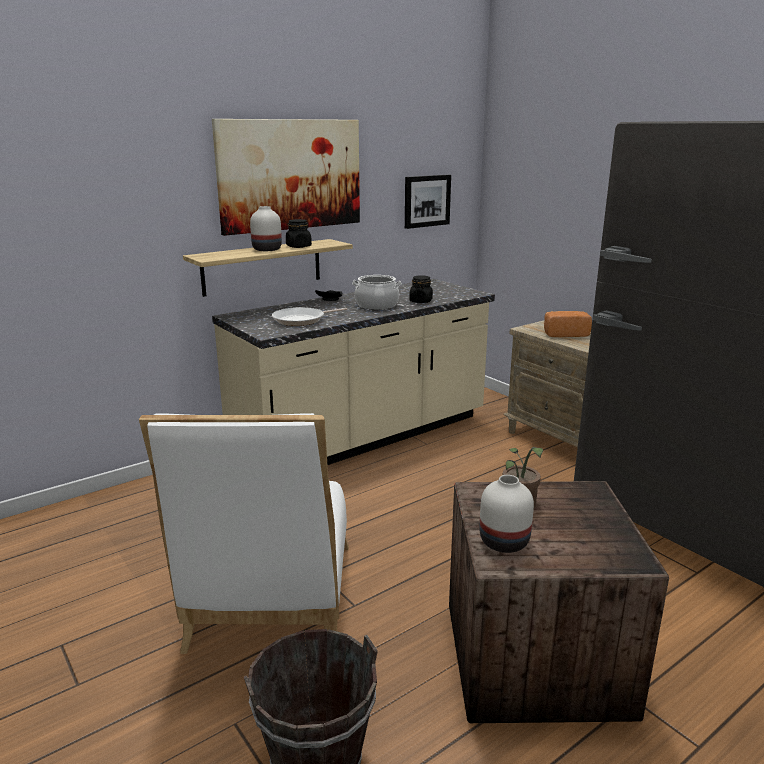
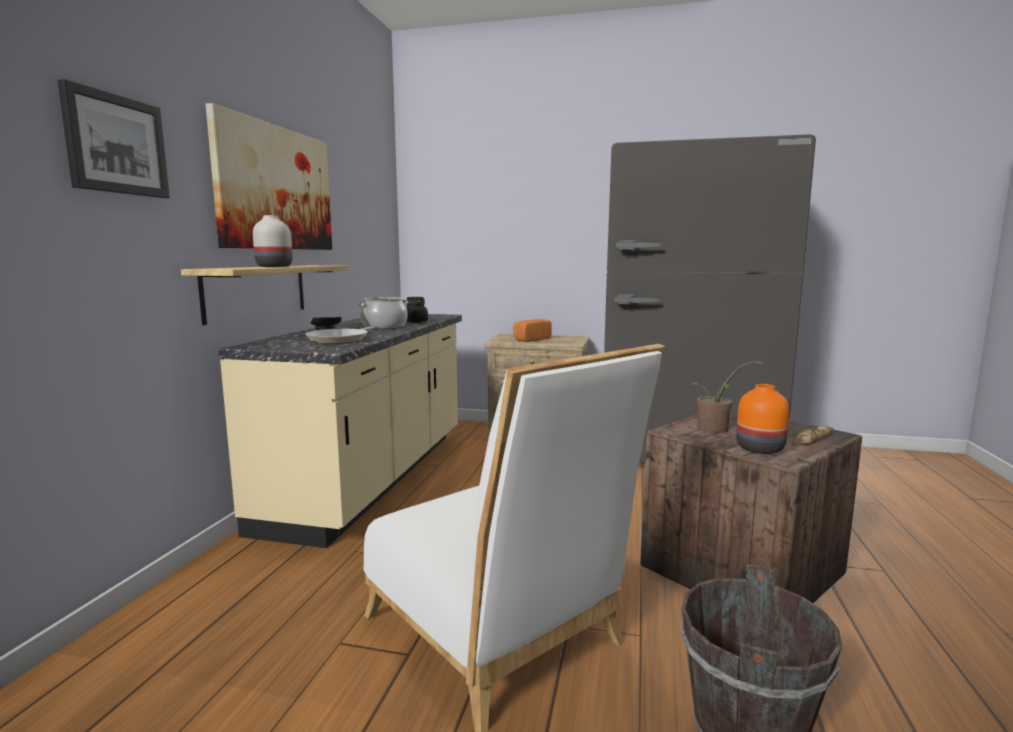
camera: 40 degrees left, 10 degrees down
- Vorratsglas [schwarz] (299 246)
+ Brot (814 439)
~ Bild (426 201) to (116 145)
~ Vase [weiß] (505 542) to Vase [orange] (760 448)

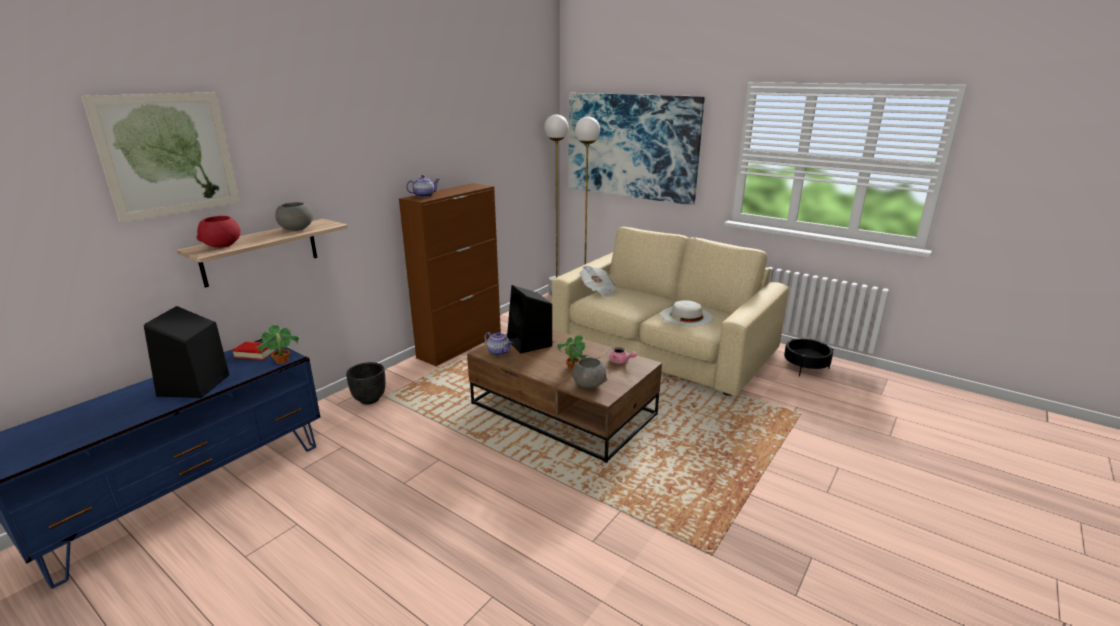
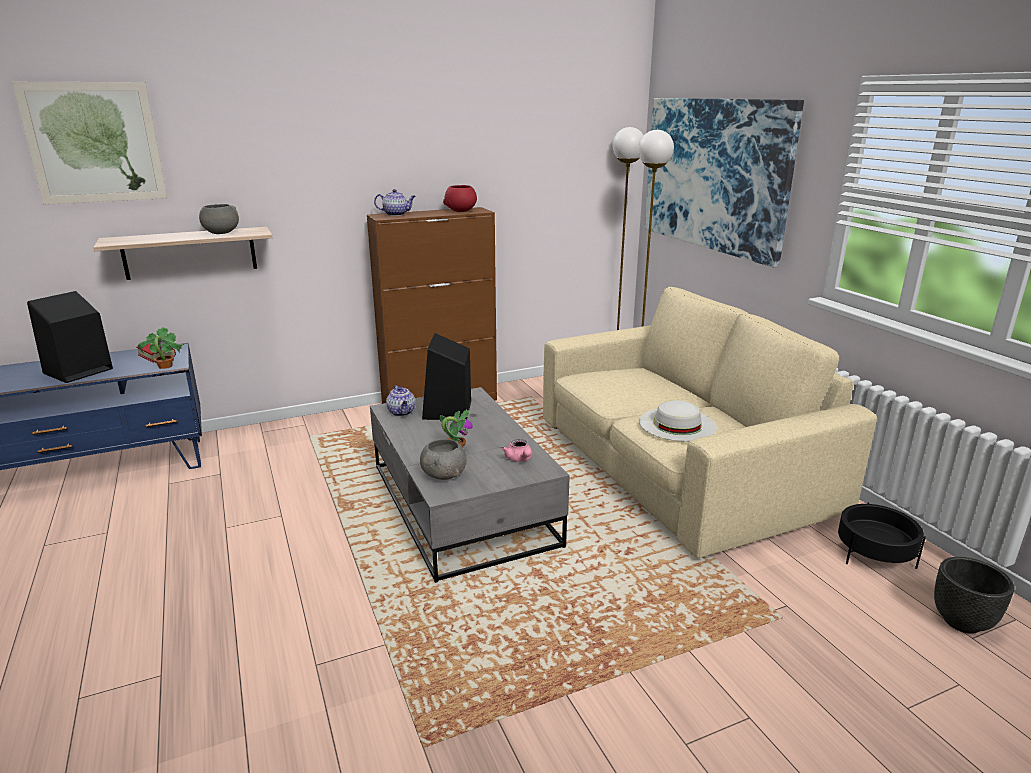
camera: 30 degrees right, 0 degrees up
- Zeitung (598 291)
~ Schüssel [rot] (222 245) to (461 211)
~ Pflanzkübel [schwarz] (369 399) to (961 622)
~ Couchtisch [braun] (564 410) to Couchtisch [grau] (463 505)

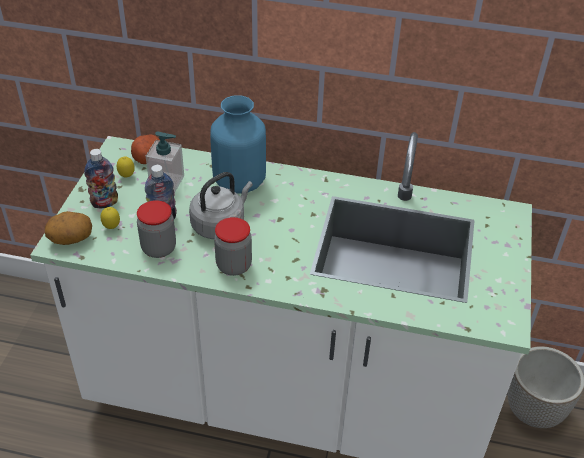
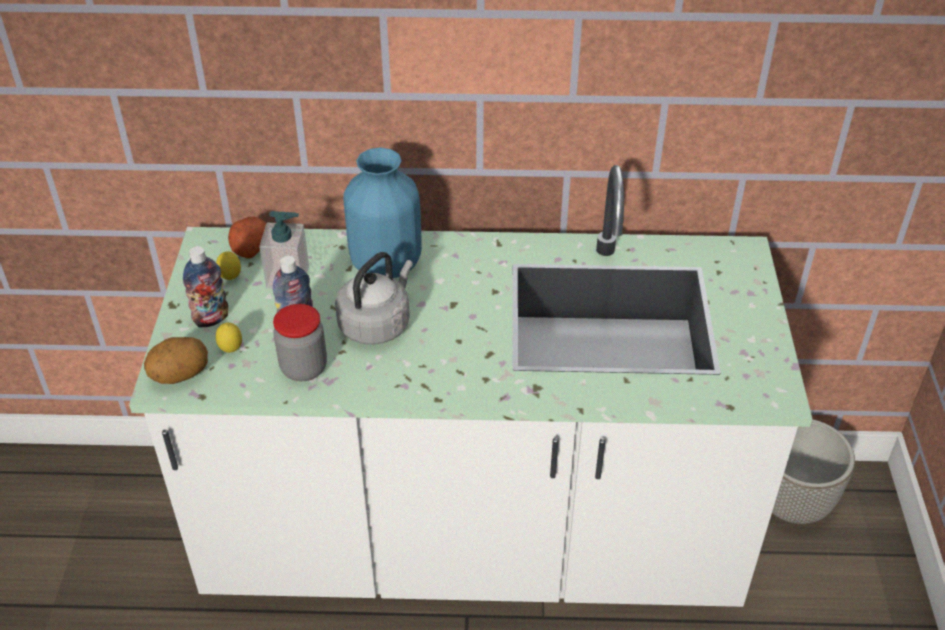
camera: 10 degrees left, 0 degrees up
- Vorratsglas (234 265)

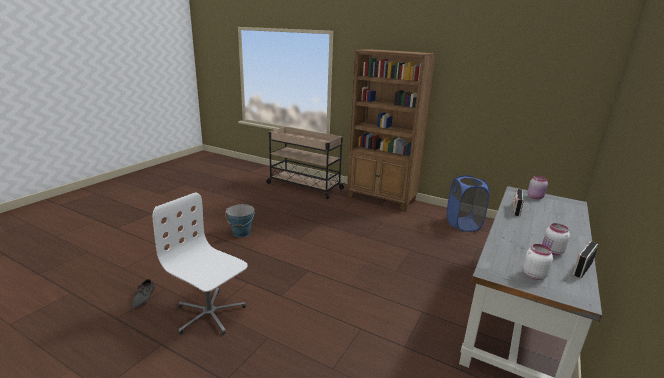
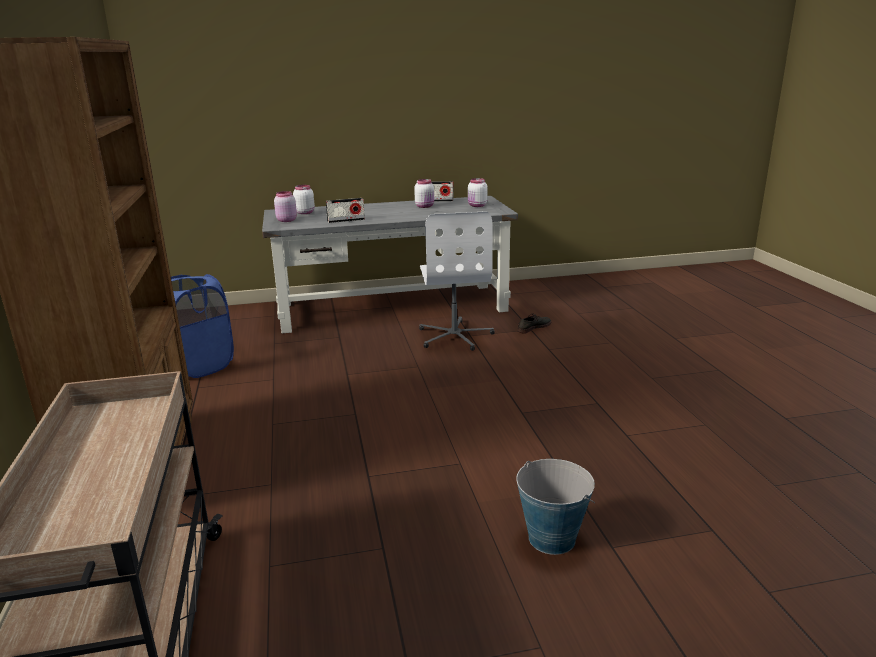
camera: 130 degrees left, 0 degrees up
+ Vorratsglas [weiß] (305 212)
~ Schuh [grau] (144 297) to (534 327)
~ Bürostuhl [weiß] (209 314) to (455 336)

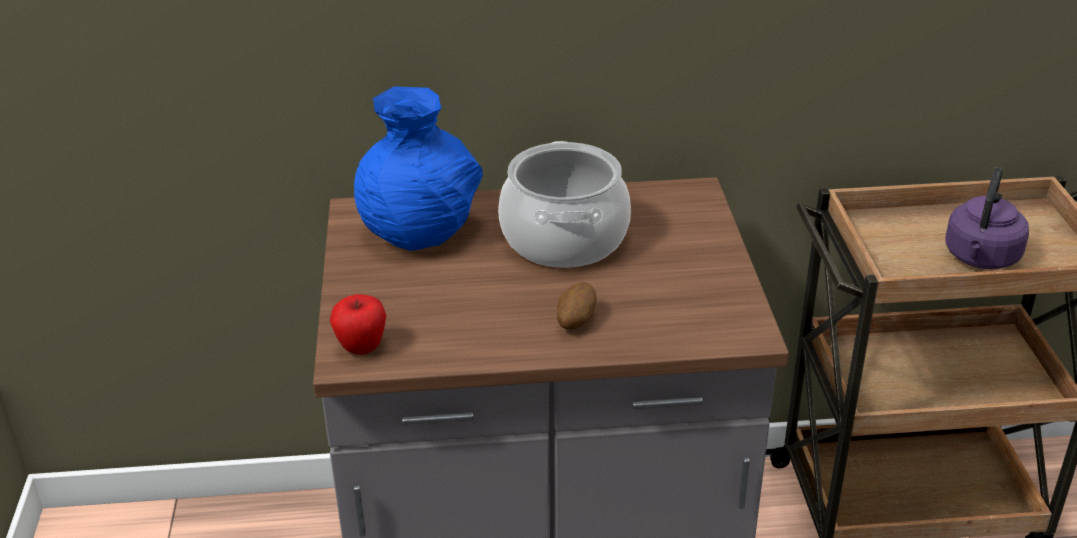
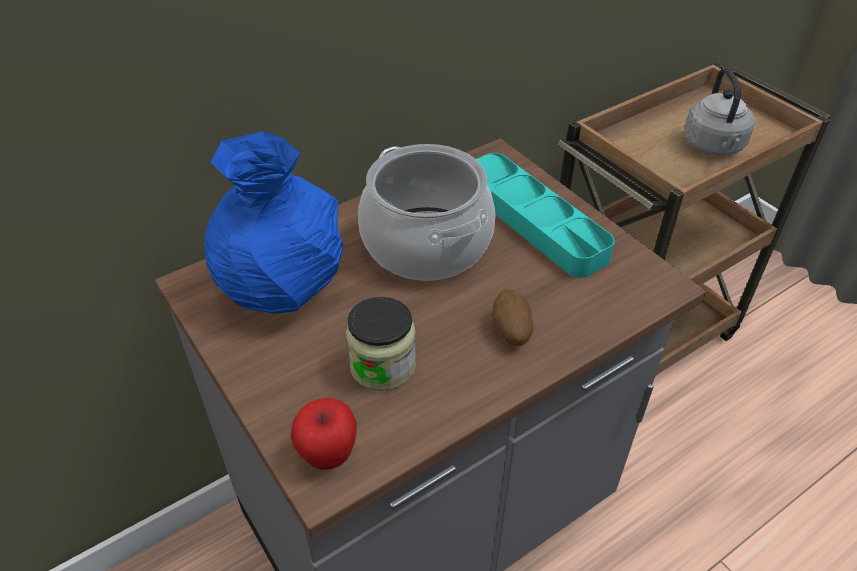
camera: 30 degrees left, 10 degrees up
+ Vorratsglas (382 365)
+ Tablett [türkis] (533 220)
~ Wasserkessel [lila] (980 258) to Wasserkessel [grau] (714 146)

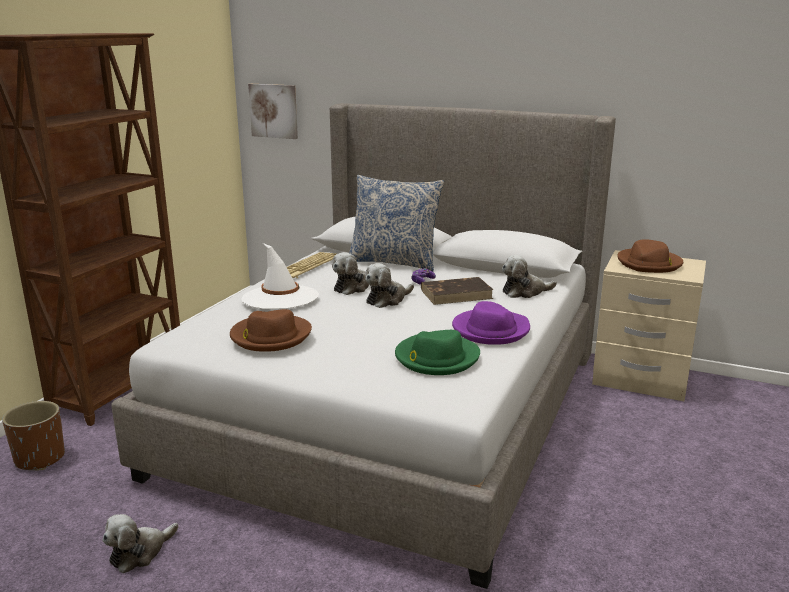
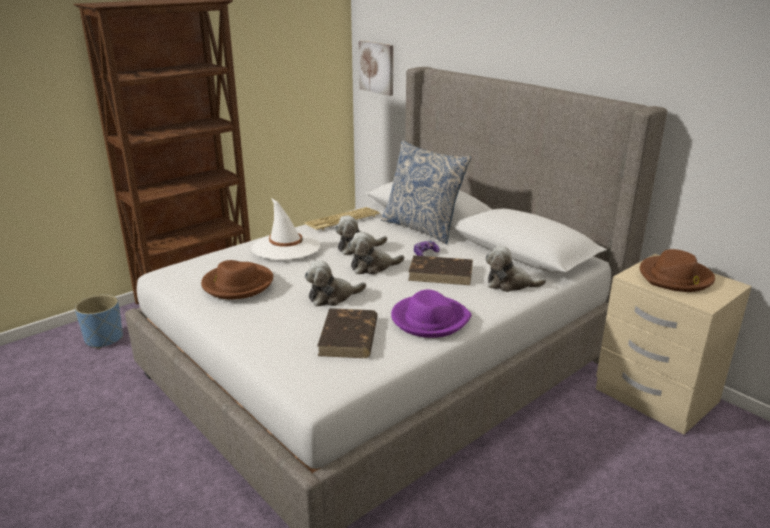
camera: 25 degrees right, 5 degrees up
~ Plüschtier (140 552) to (332 297)
~ Hut [grün] (436 358) to Buch [braun] (348 337)
~ Pflanzkübel [braun] (40 458) to Pflanzkübel [blau] (104 339)

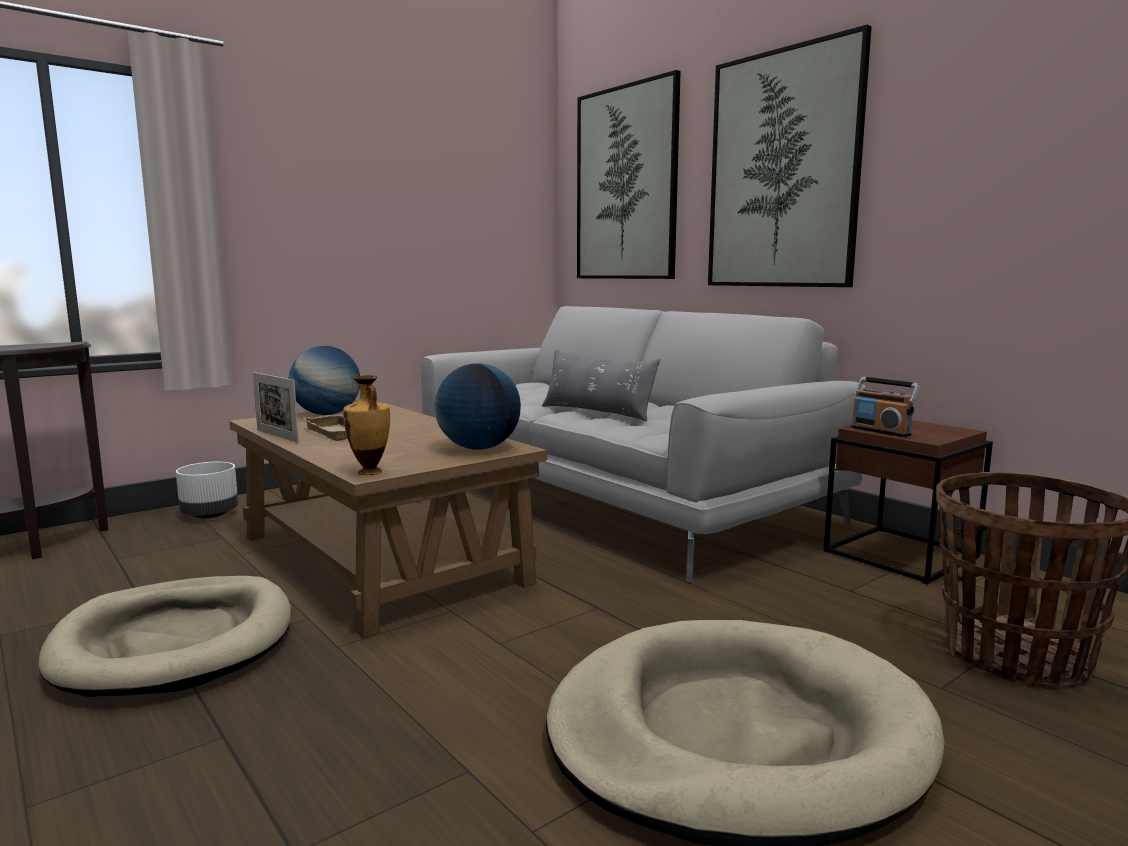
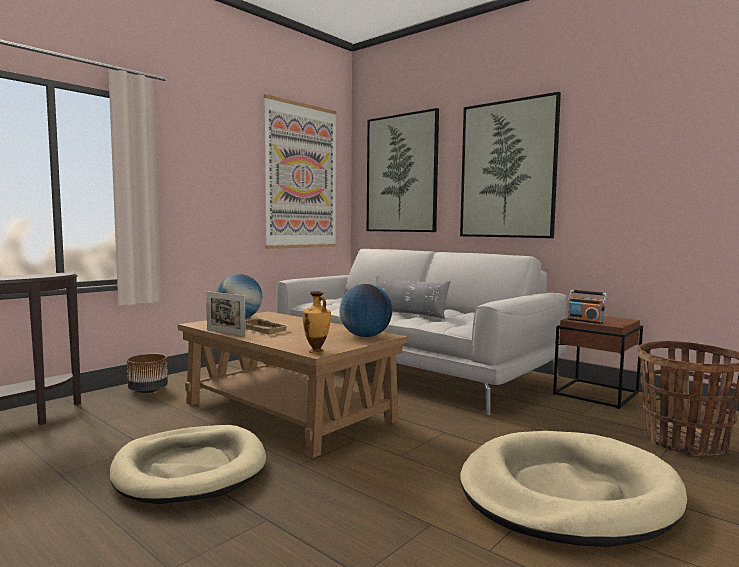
camera: 10 degrees left, 5 degrees down
+ Bild (301 176)
~ Pflanzkübel [weiß] (210 515) to Pflanzkübel [braun] (148 390)

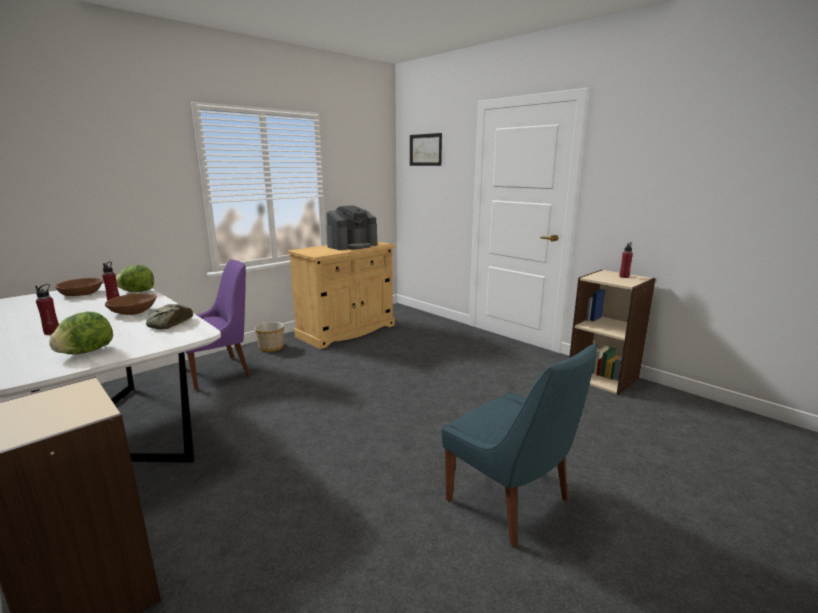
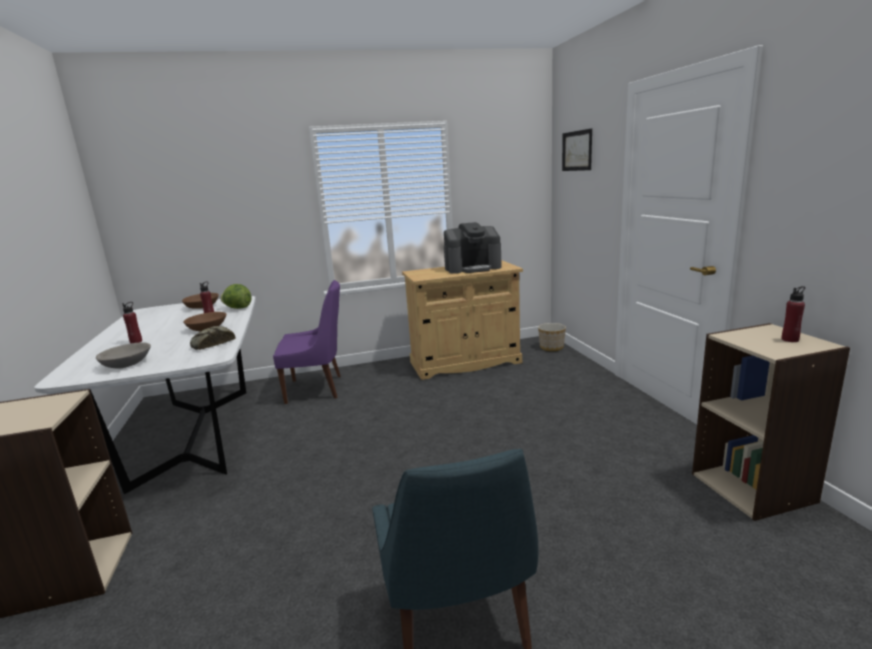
camera: 30 degrees right, 0 degrees up
~ Pflanzkübel (271 347) to (551 347)
~ Salatkopf (86 352) to Schüssel [grau] (127 364)

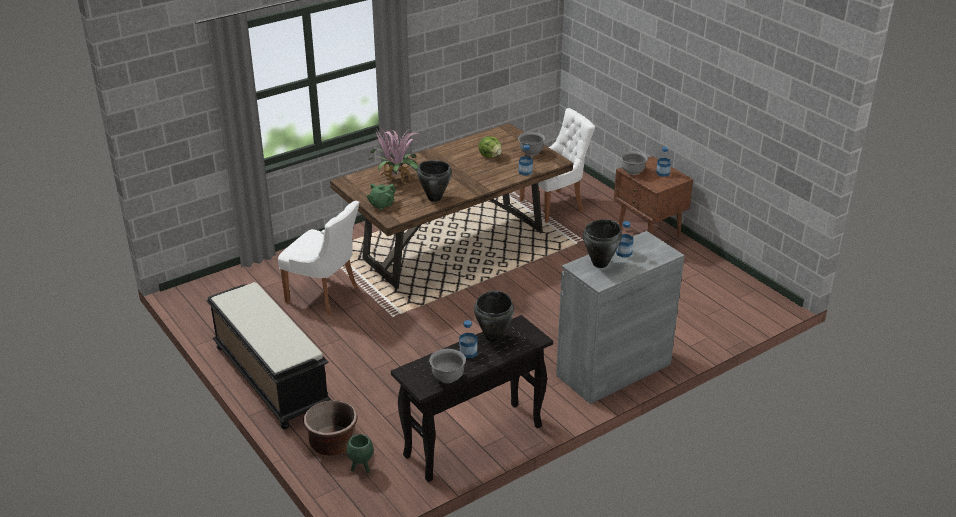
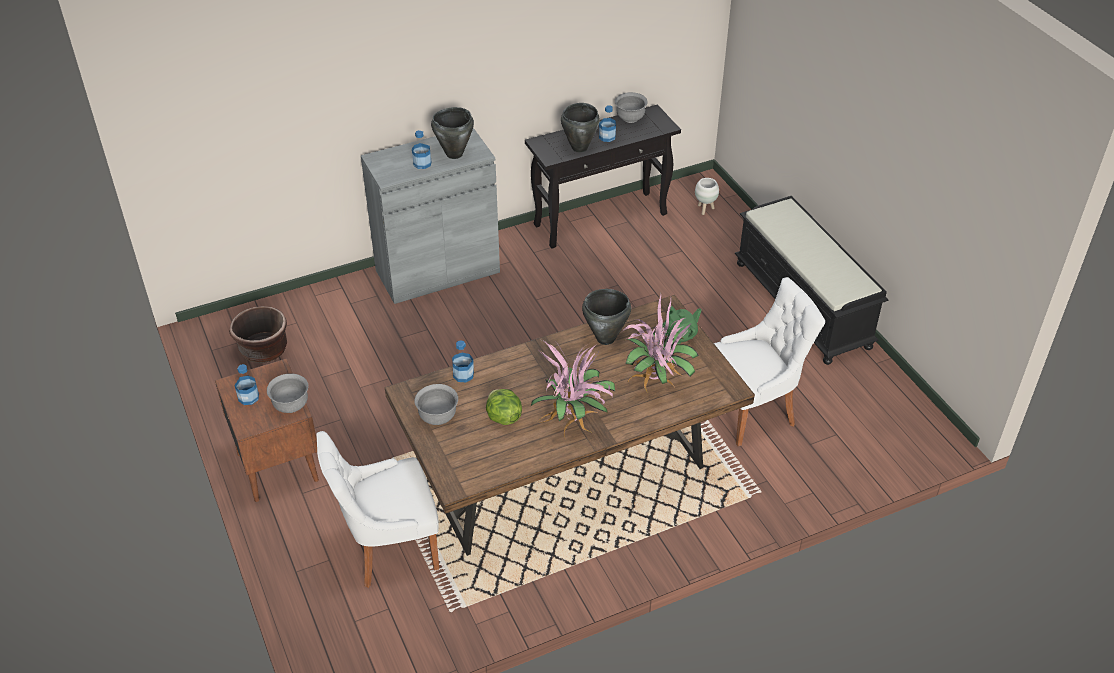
camera: 170 degrees left, 10 degrees up
+ Topfpflanze (573 421)
~ Pflanzkübel [braun] (332 443) to (263 350)
~ Pflanzkübel [grün] (361 468) to Pflanzkübel [weiß] (705 209)
~ Stuhl [weiß] (325 295) = (752 410) 120 degrees clockwise

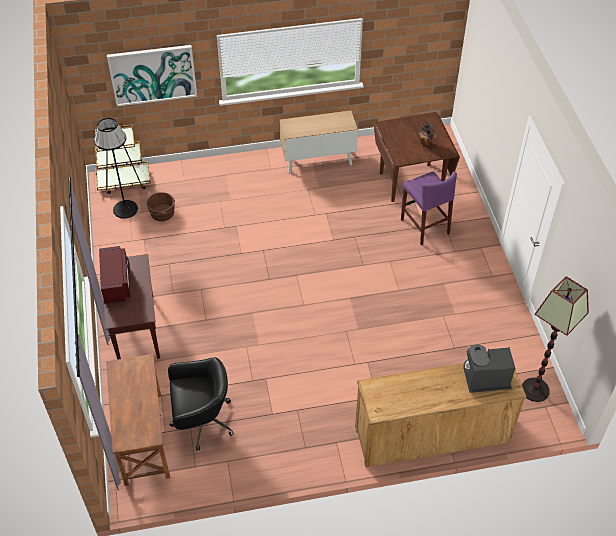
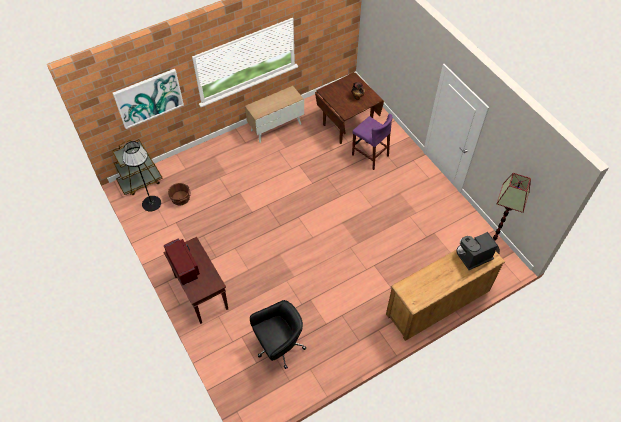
camera: 20 degrees left, 5 degrees up
- Schreibtisch [braun] (143 438)

